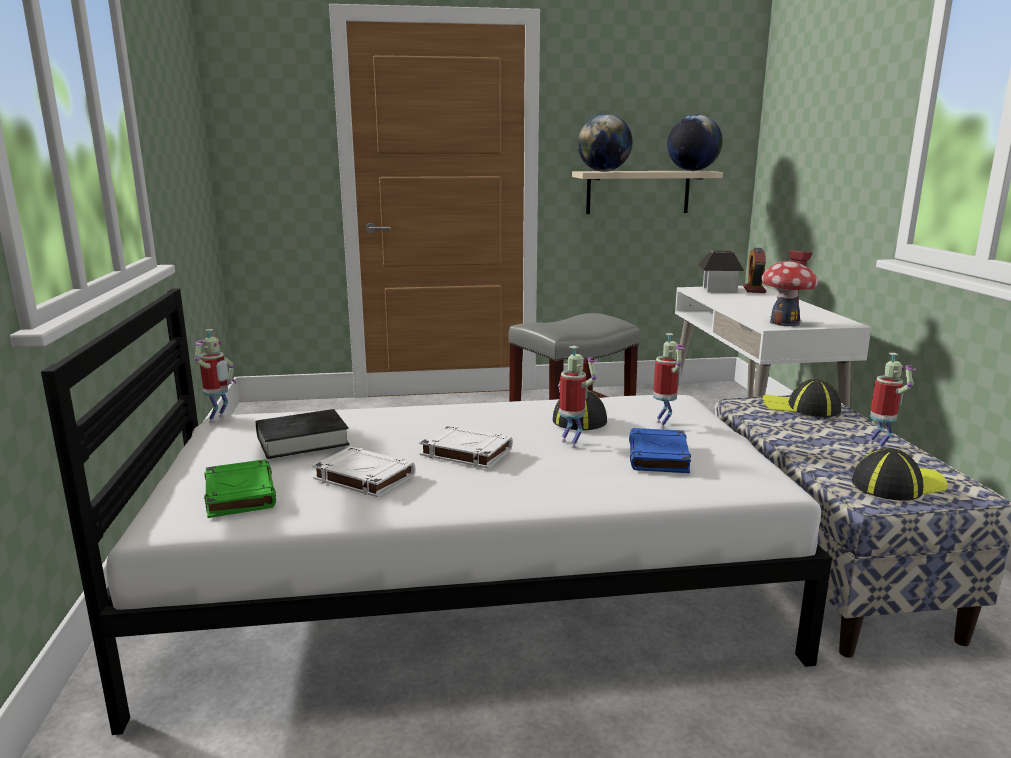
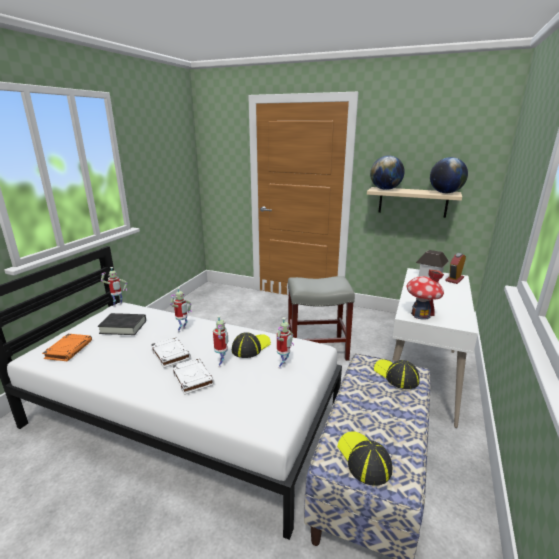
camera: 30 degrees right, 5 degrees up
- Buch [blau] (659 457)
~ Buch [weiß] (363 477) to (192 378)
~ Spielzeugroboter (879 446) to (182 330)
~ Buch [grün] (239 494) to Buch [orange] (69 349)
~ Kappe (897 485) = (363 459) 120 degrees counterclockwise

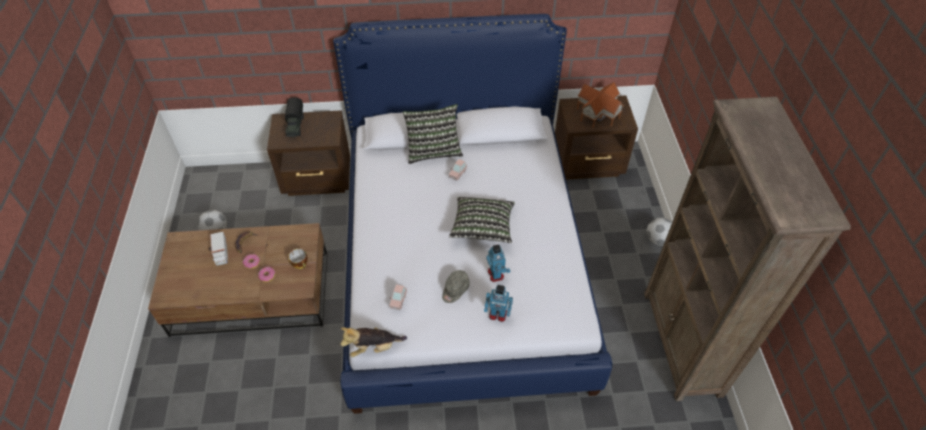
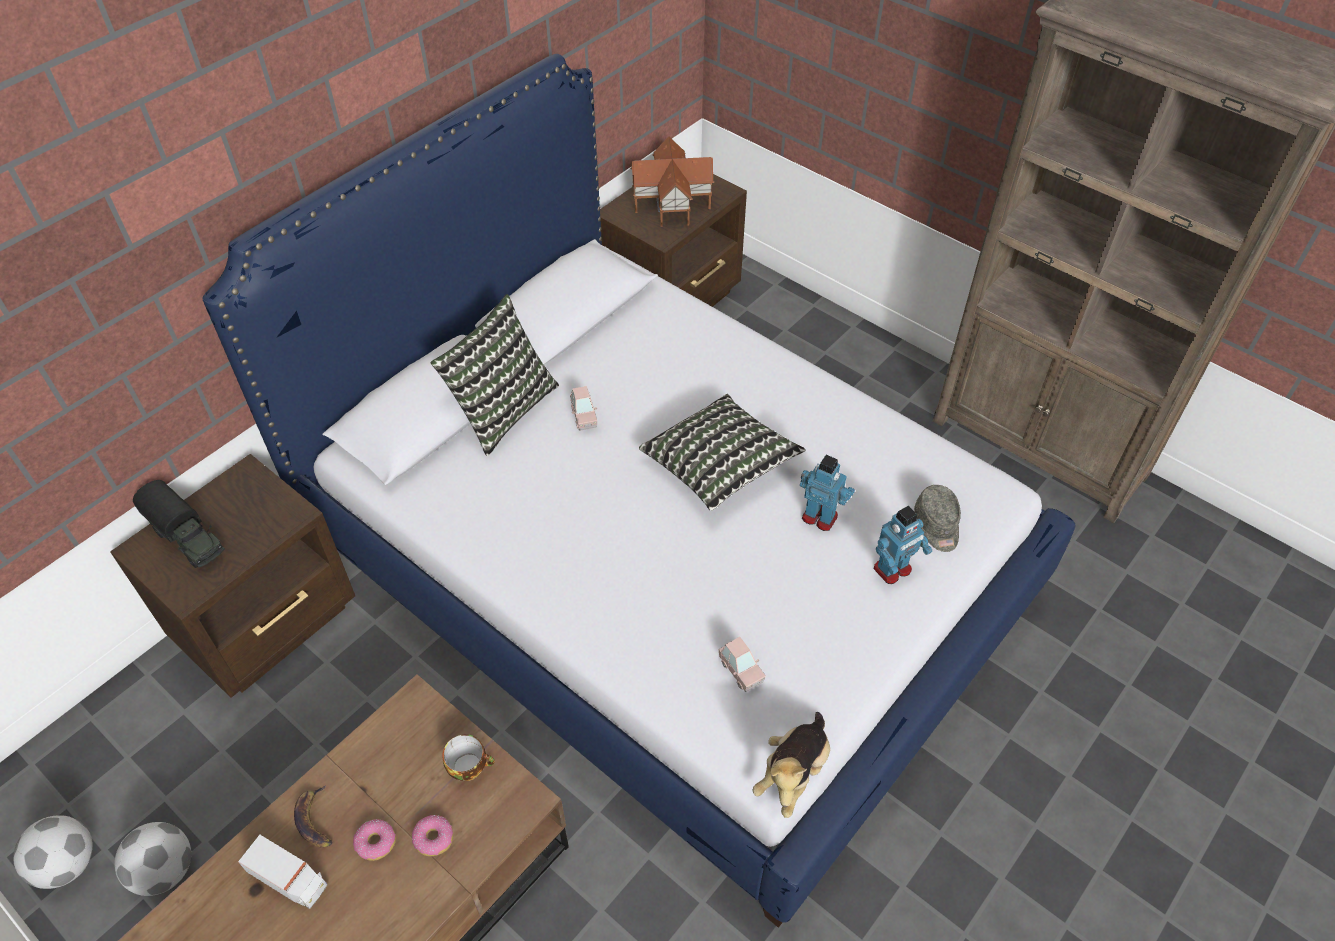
camera: 45 degrees left, 0 degrees up
~ Kappe [grau] (455 290) to (937 525)
~ Fußball (657 240) to (67 864)

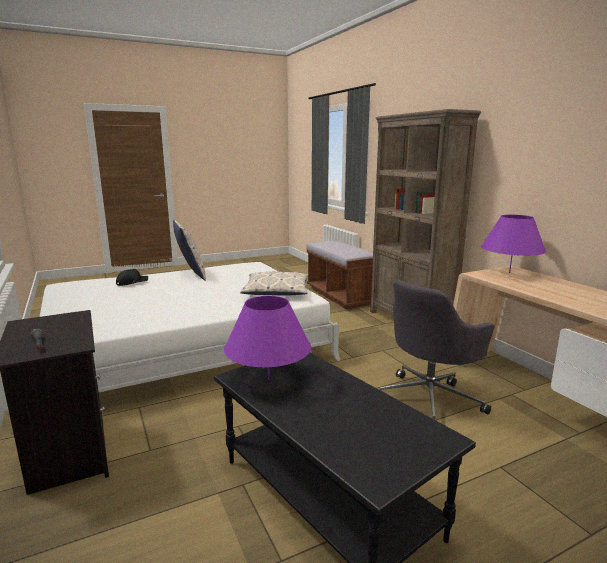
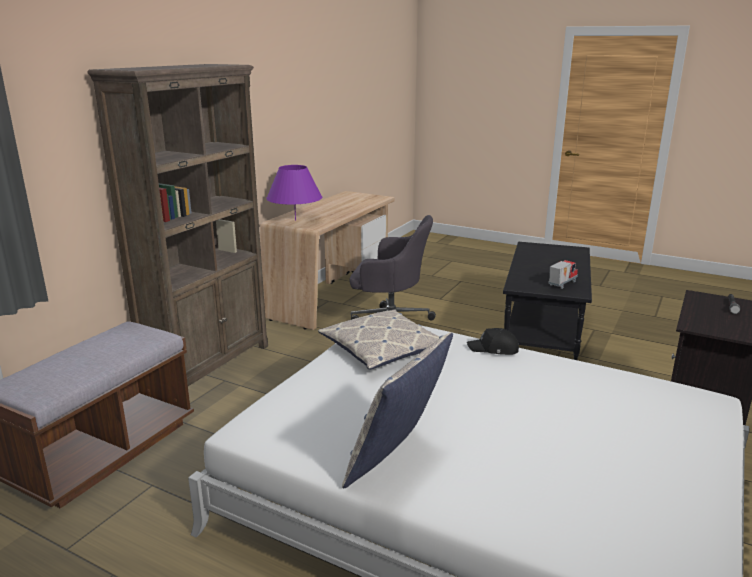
camera: 125 degrees left, 5 degrees up
~ Kappe [schwarz] (131 282) to (494 349)
~ Tischlampe [lila] (269 379) to Spielzeuglaster (561 284)

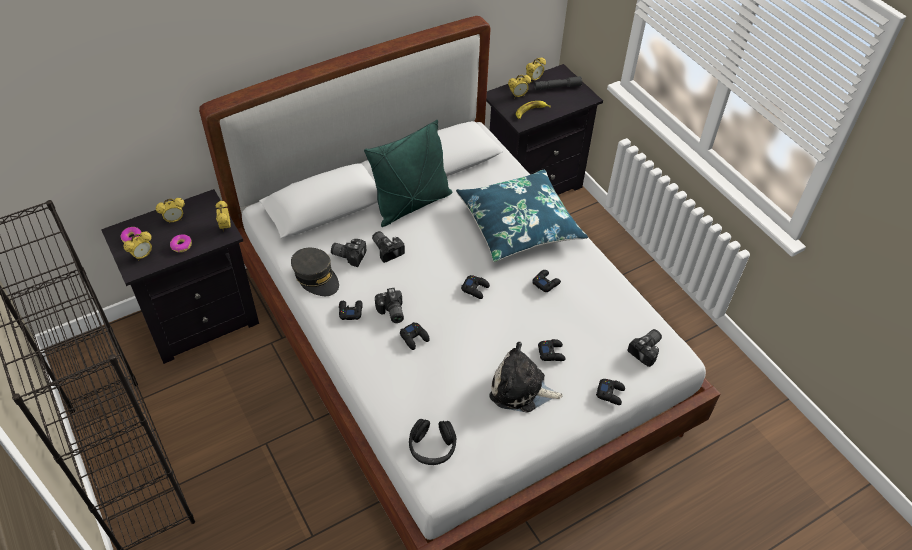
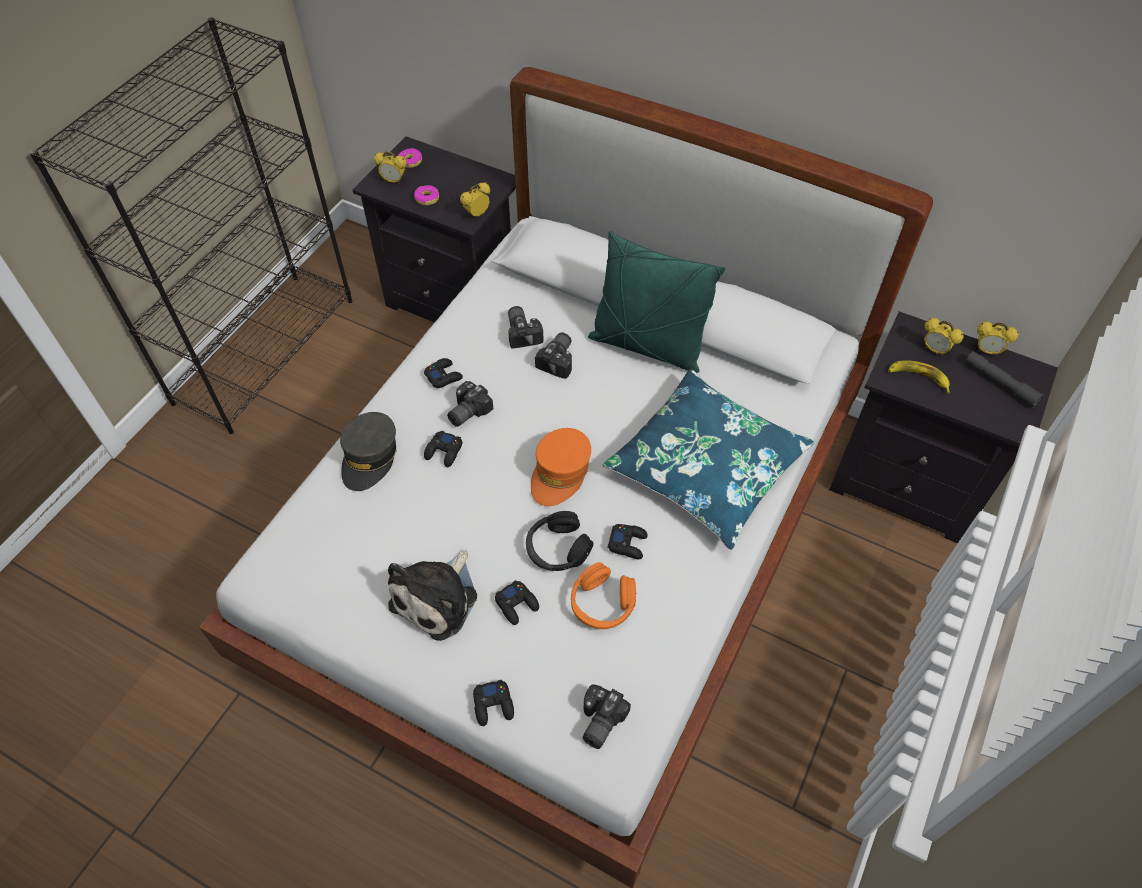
camera: 60 degrees right, 5 degrees up
- Wecker (174 220)
+ Kopfhörer [orange] (602 604)
~ Kappe [grau] (316 277) to (370 457)
~ Kopfhörer [schwarz] (432 447) to (557 549)
~ Gamepad [schwarz] (475 289) to Kappe [orange] (560 473)
~ Plüschtier (521 389) = (438 597) 135 degrees counterclockwise
~ Kamera (647 350) = (598 721) 105 degrees clockwise

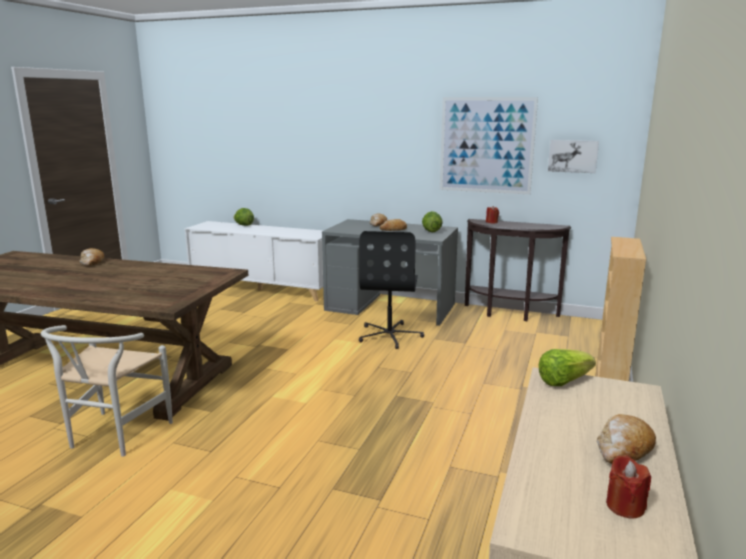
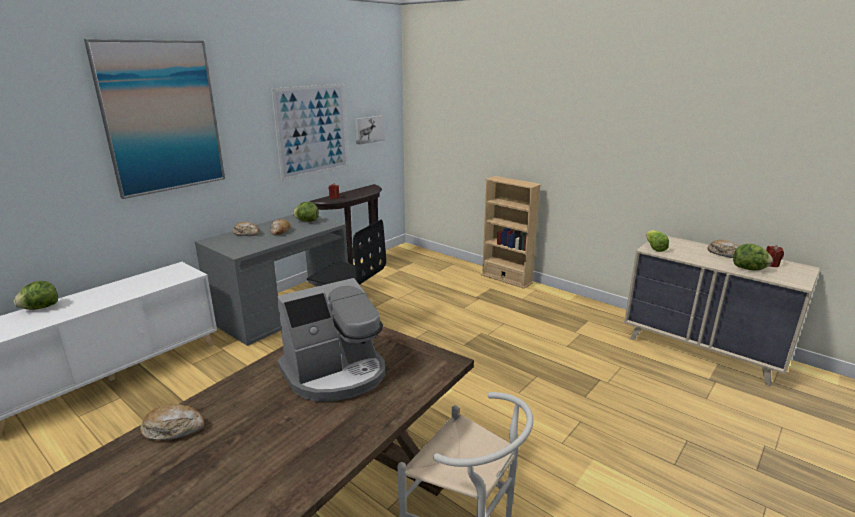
camera: 70 degrees left, 5 degrees up
+ Bild (162 117)
+ Kaffeemaschine (335 373)
+ Salatkopf (749 269)

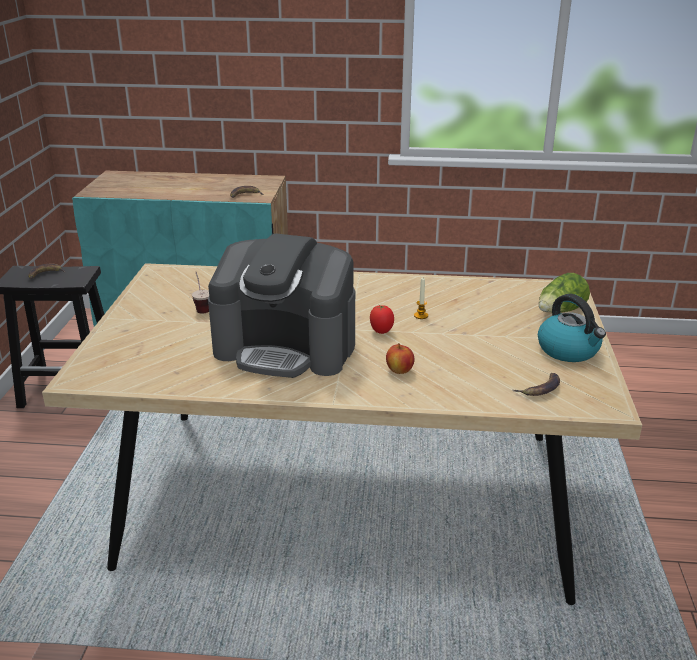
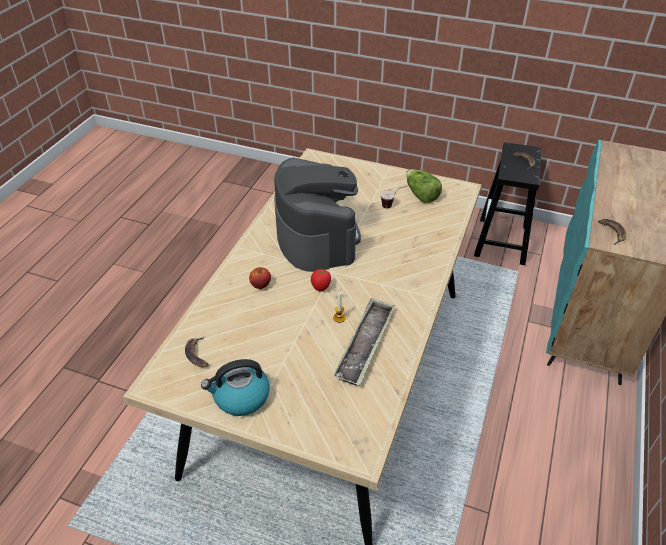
camera: 105 degrees right, 15 degrees up
+ Tablett (365 345)
~ Salatkopf (560 312) to (421 194)
~ Kaffeemaschine (286 347) = (316 237) 135 degrees clockwise

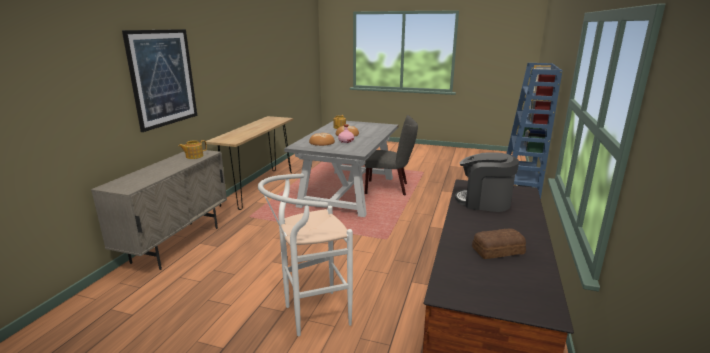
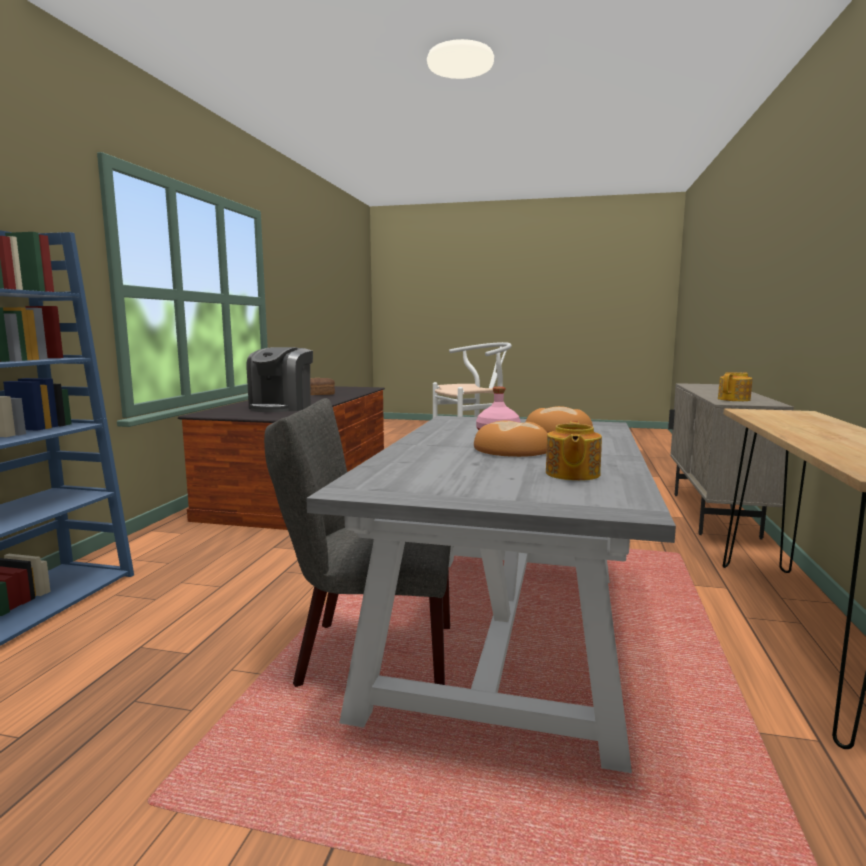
camera: 175 degrees right, 10 degrees down
- Bild (163 78)
~ Kaffeemaschine (484 202) = (281 407) 90 degrees clockwise

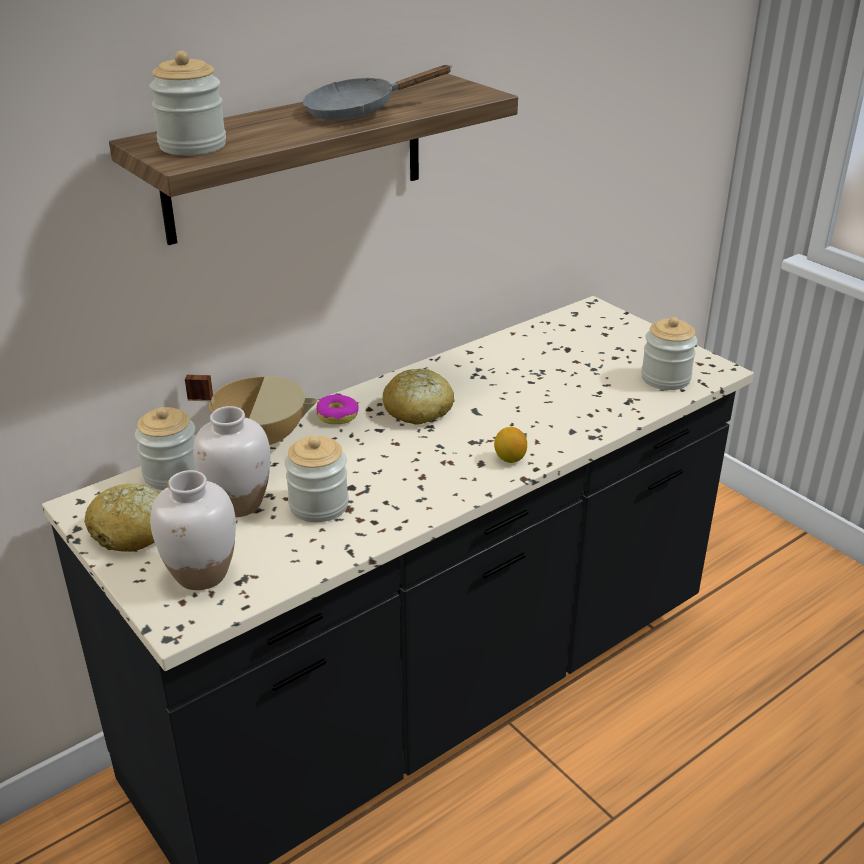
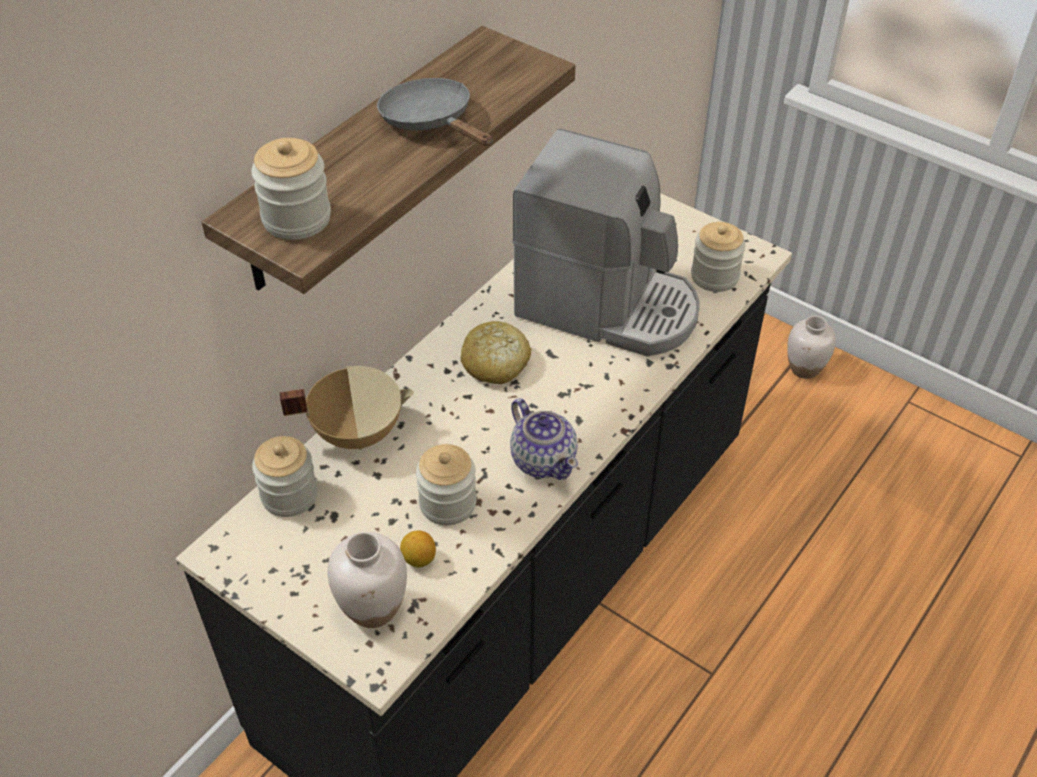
camera: 15 degrees left, 15 degrees up
- Brot (132 531)
- Donut (337 415)
+ Teekanne (543 459)
+ Kaffeemaschine (608 306)
~ Vase [weiß] (238 504) to (805 369)
~ Zitrone (510 459) to (419 559)
~ Pfanne [grau] (359 111) = (431 122) 90 degrees clockwise

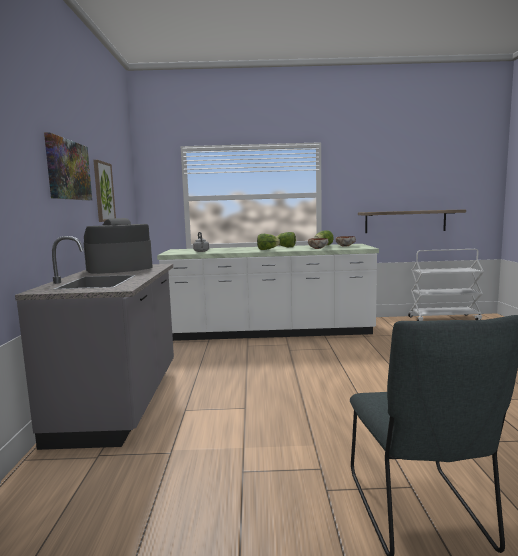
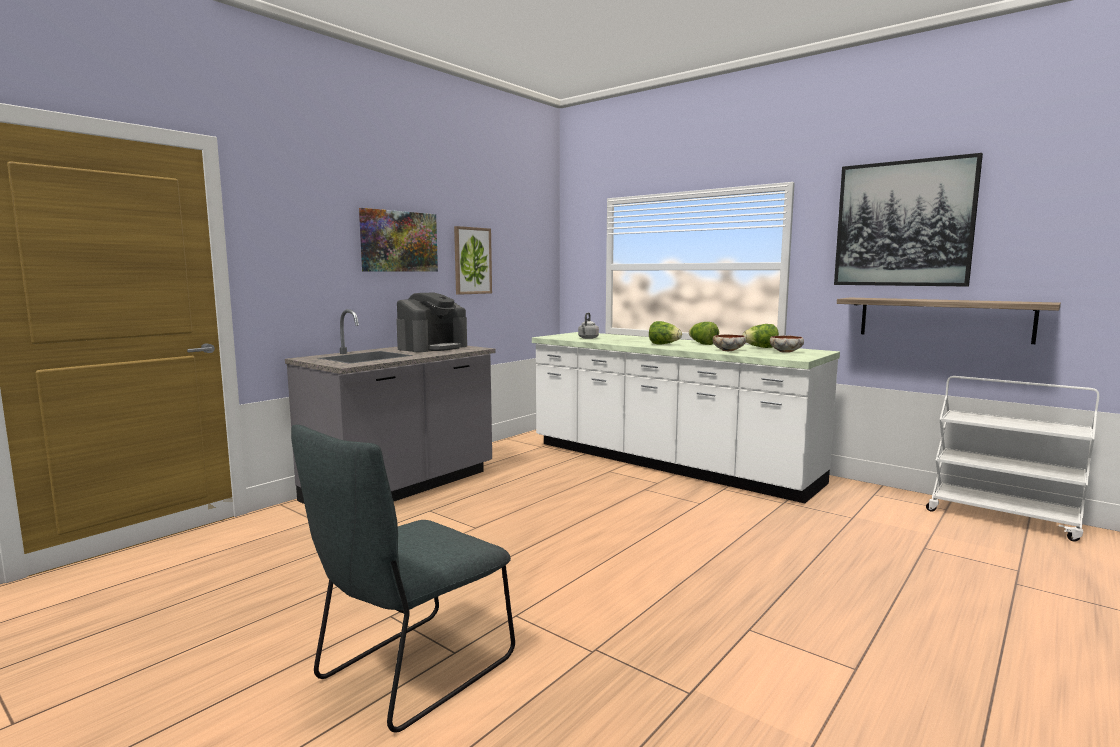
camera: 40 degrees right, 0 degrees up
+ Bild (903 224)
~ Kaffeemaschine (119 269) = (432 347) 120 degrees clockwise

